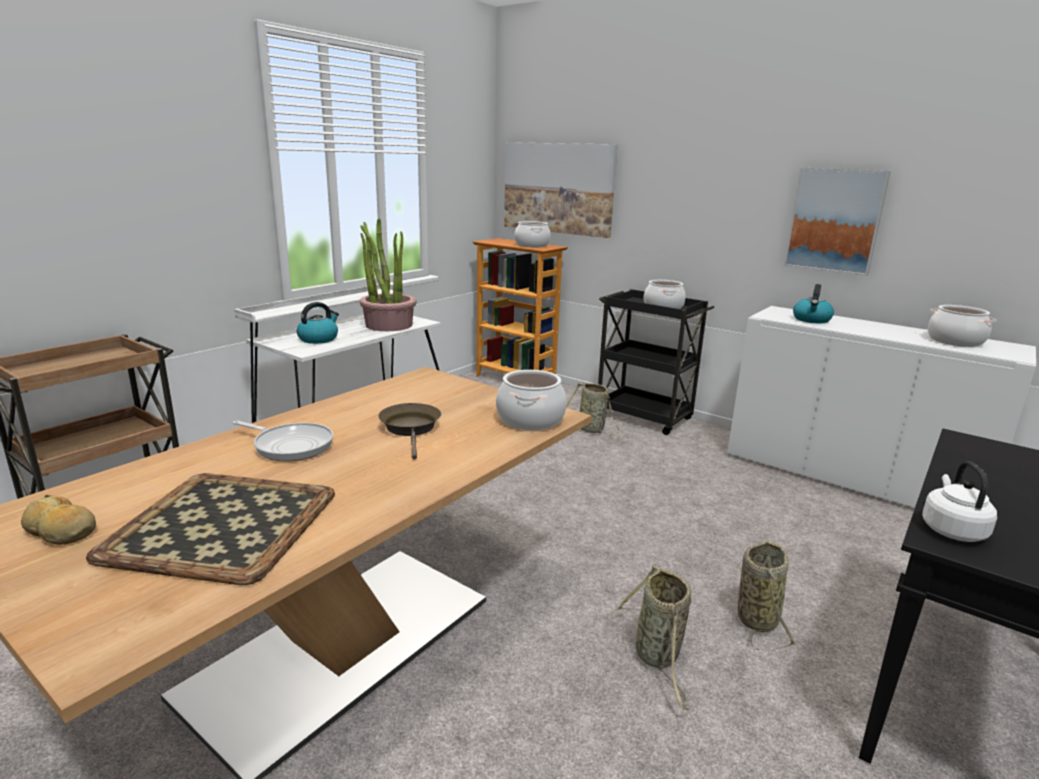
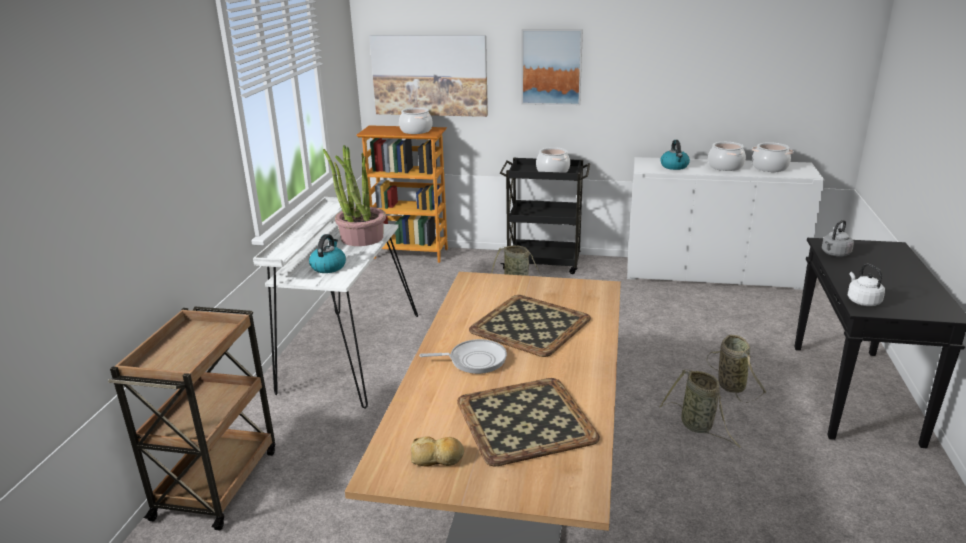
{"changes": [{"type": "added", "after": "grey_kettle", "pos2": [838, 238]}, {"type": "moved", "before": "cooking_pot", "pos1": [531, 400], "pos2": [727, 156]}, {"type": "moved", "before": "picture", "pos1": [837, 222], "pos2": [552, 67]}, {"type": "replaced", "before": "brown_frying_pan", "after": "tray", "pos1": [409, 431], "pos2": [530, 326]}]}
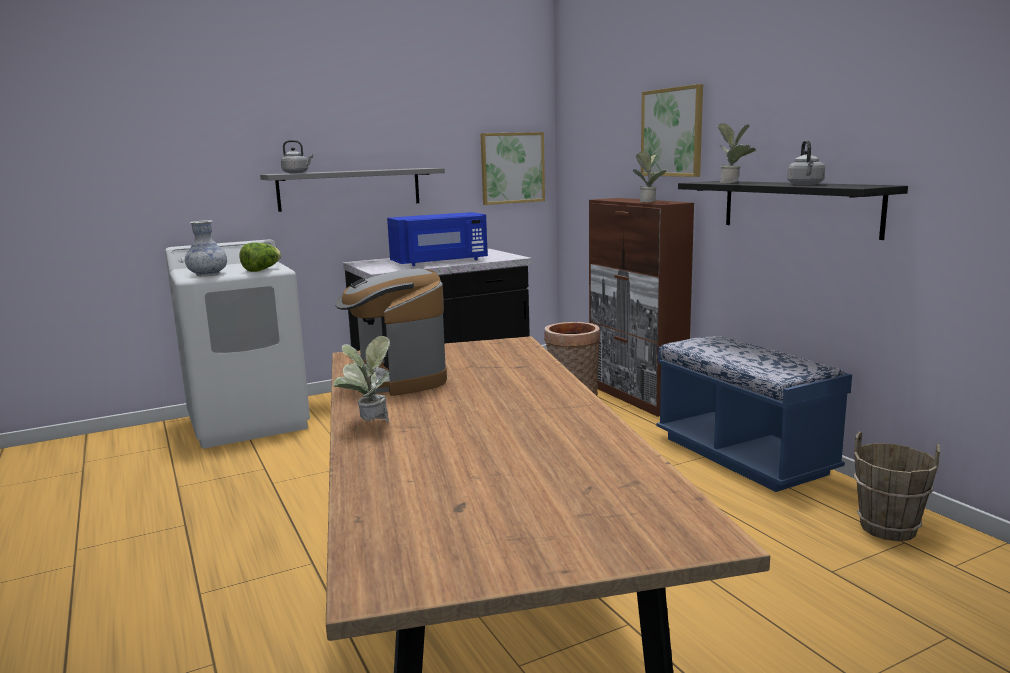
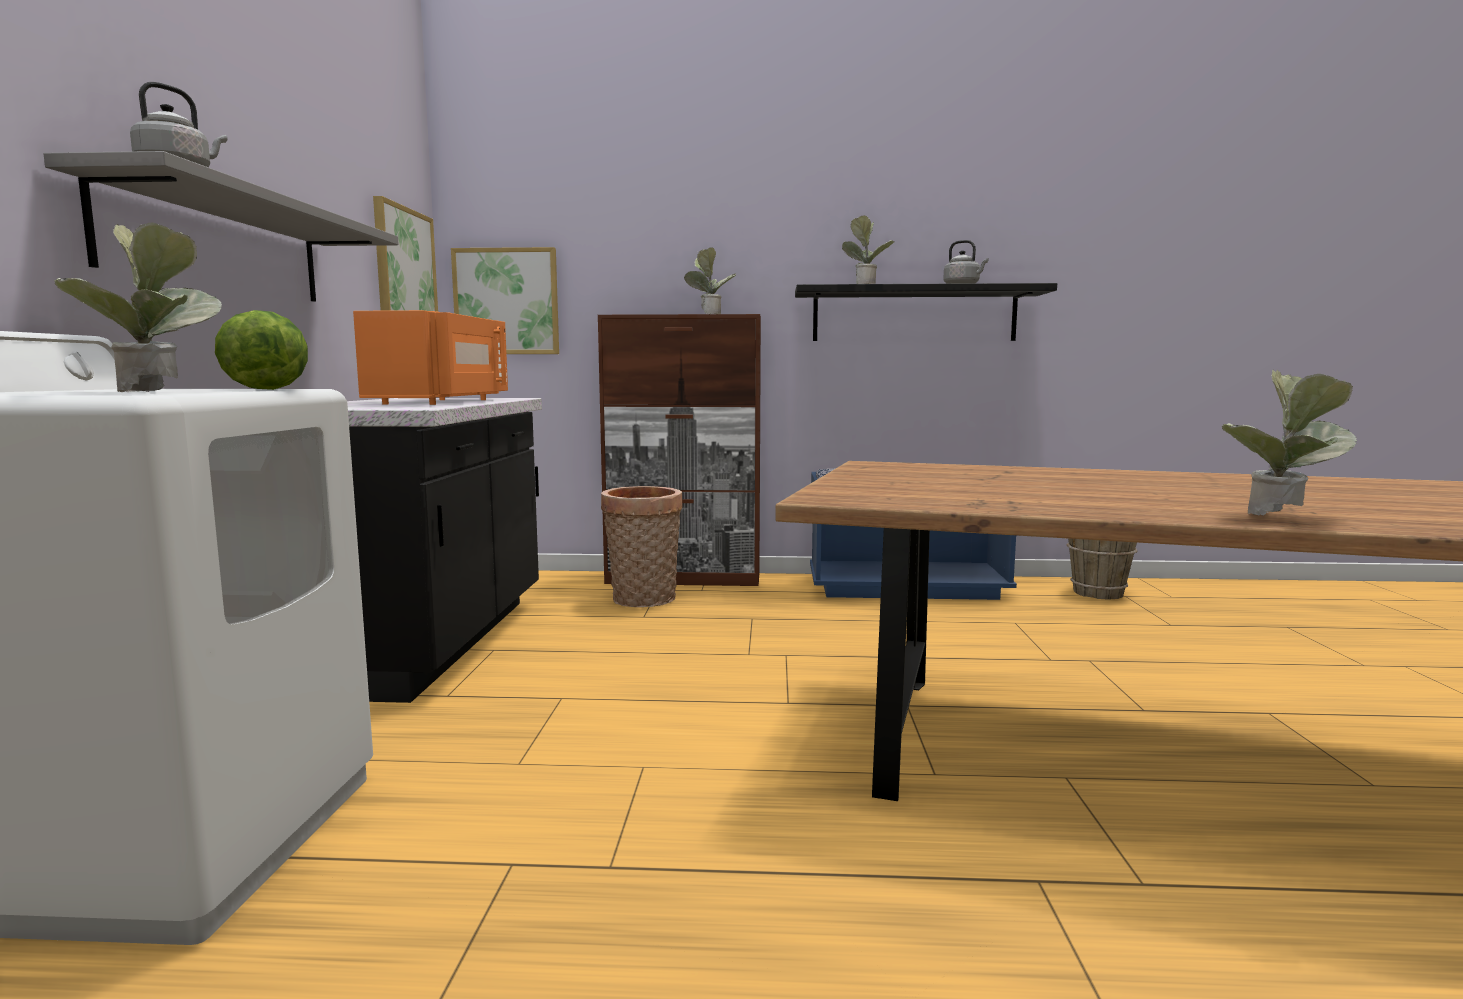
{"changes": [{"type": "removed", "before": "coffee_machine", "pos1": [391, 332]}, {"type": "moved", "before": "picture", "pos1": [672, 130], "pos2": [505, 300]}, {"type": "replaced", "before": "vase", "after": "potted_plant", "pos1": [206, 248], "pos2": [138, 307]}, {"type": "recoloured", "before": "blue_microwave", "after": "orange_microwave", "pos1": [437, 239], "pos2": [430, 357]}]}
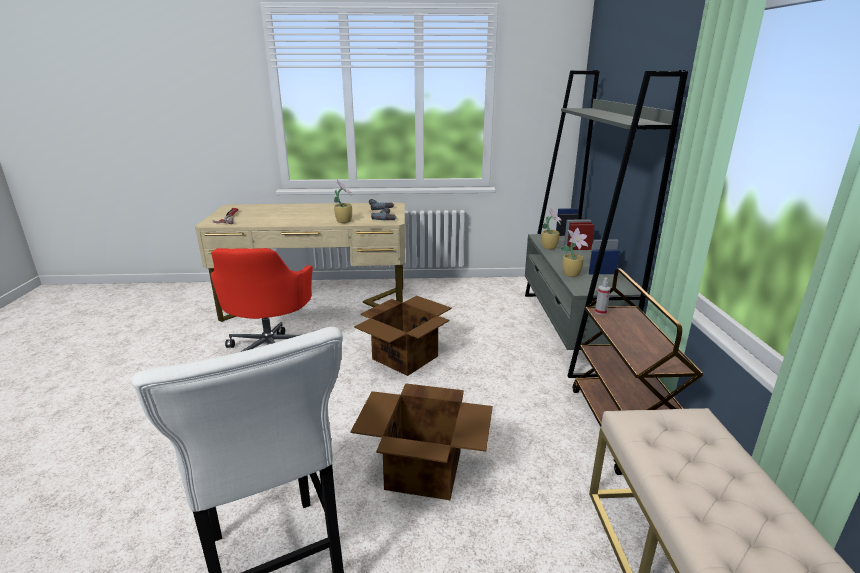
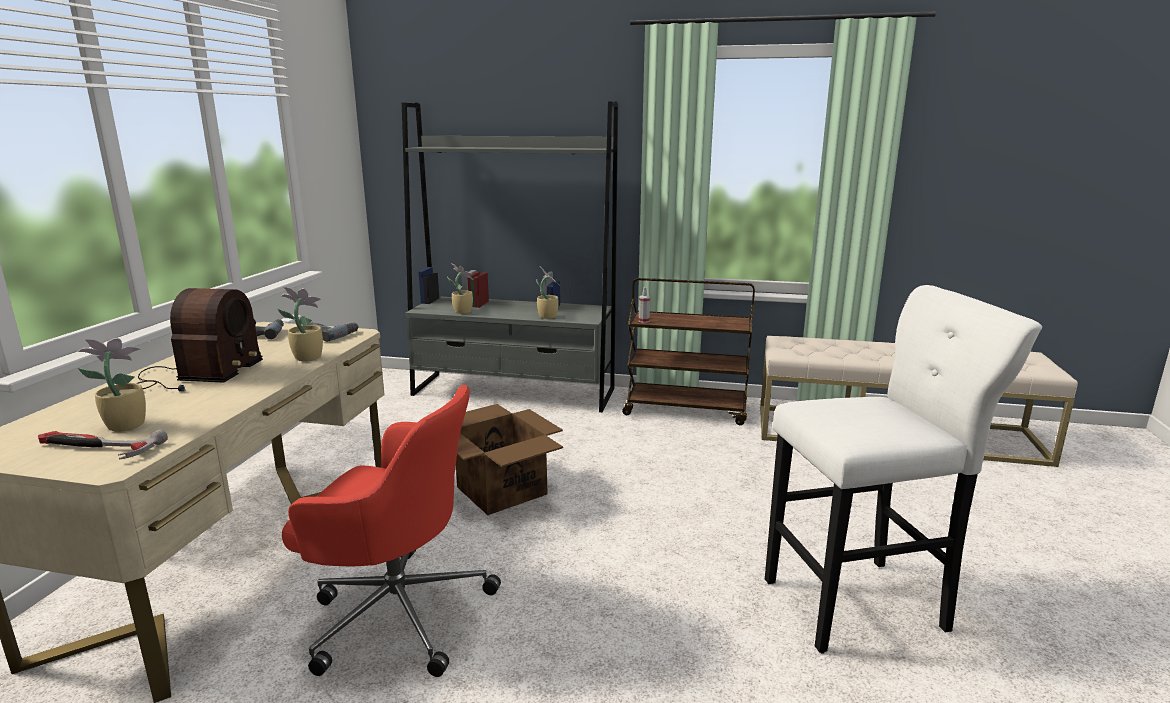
{"changes": [{"type": "removed", "before": "cardboard_box", "pos1": [421, 441]}, {"type": "added", "after": "potted_plant", "pos2": [111, 384]}, {"type": "added", "after": "radio", "pos2": [200, 340]}]}
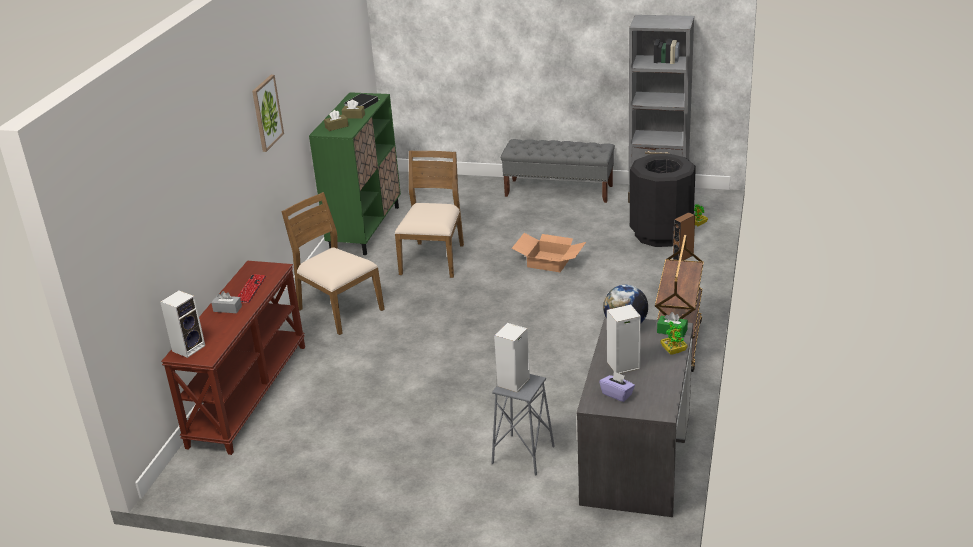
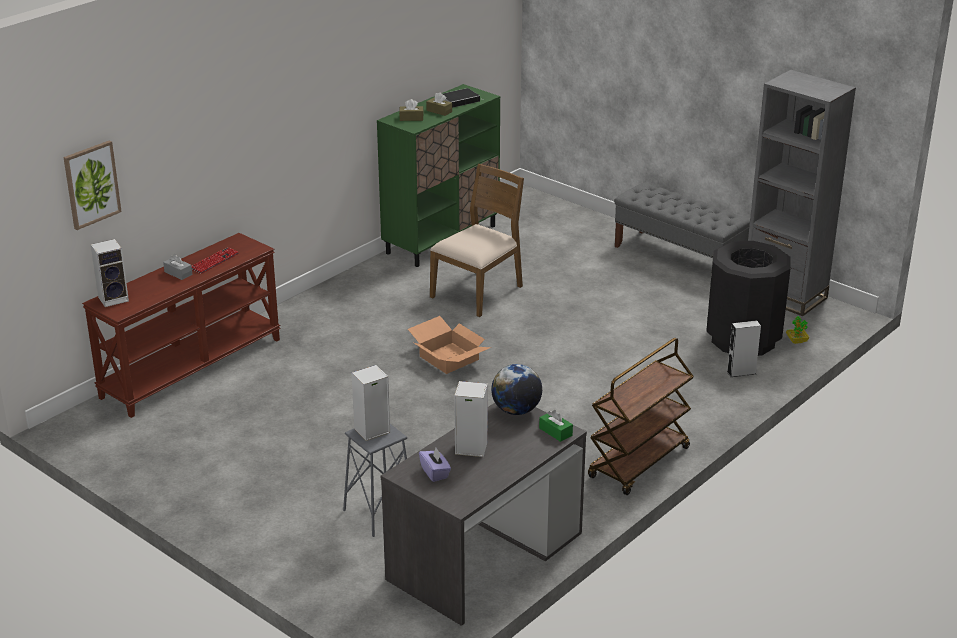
{"changes": [{"type": "removed", "before": "brown_chair", "pos1": [333, 263]}, {"type": "removed", "before": "potted_plant", "pos1": [674, 337]}, {"type": "moved", "before": "picture", "pos1": [268, 113], "pos2": [92, 185]}, {"type": "moved", "before": "cardboard_box", "pos1": [549, 252], "pos2": [449, 345]}, {"type": "recoloured", "before": "brown_speaker", "after": "grey_speaker", "pos1": [684, 236], "pos2": [744, 348]}]}
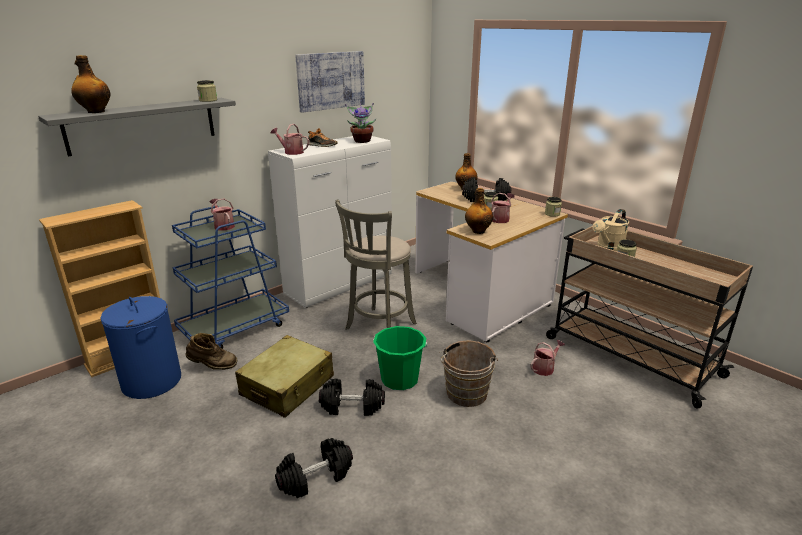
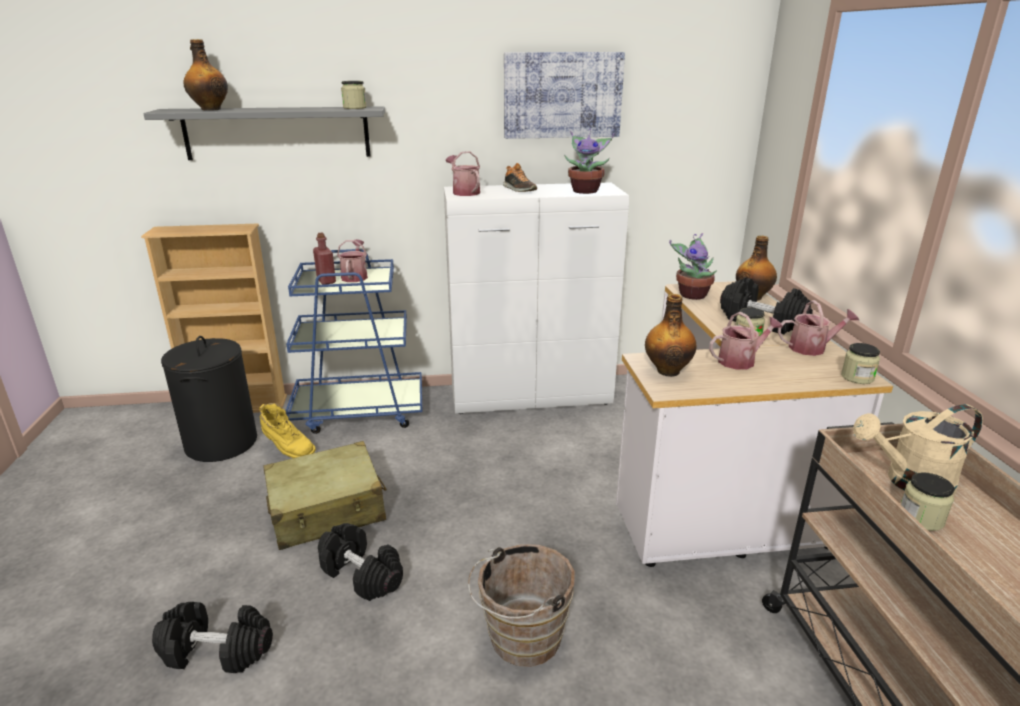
{"changes": [{"type": "removed", "before": "grey_stool", "pos1": [376, 264]}, {"type": "removed", "before": "green_bucket", "pos1": [400, 358]}, {"type": "added", "after": "red_bottle", "pos2": [324, 258]}, {"type": "added", "after": "potted_plant", "pos2": [693, 266]}, {"type": "moved", "before": "watering_can", "pos1": [547, 358], "pos2": [818, 328]}, {"type": "recoloured", "before": "blue_laundry_basket", "after": "black_laundry_basket", "pos1": [141, 347], "pos2": [209, 399]}, {"type": "recoloured", "before": "brown_boot", "after": "yellow_boot", "pos1": [211, 351], "pos2": [287, 430]}]}
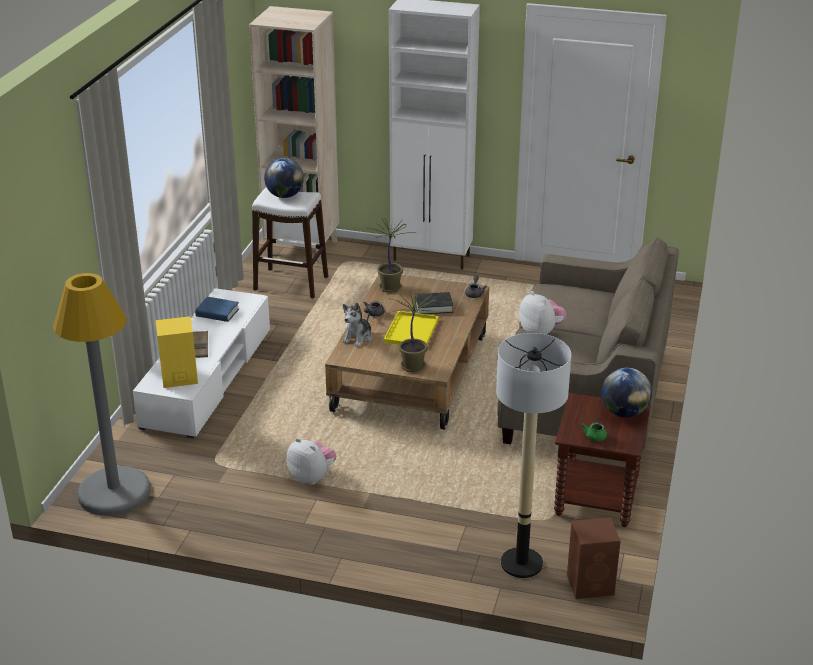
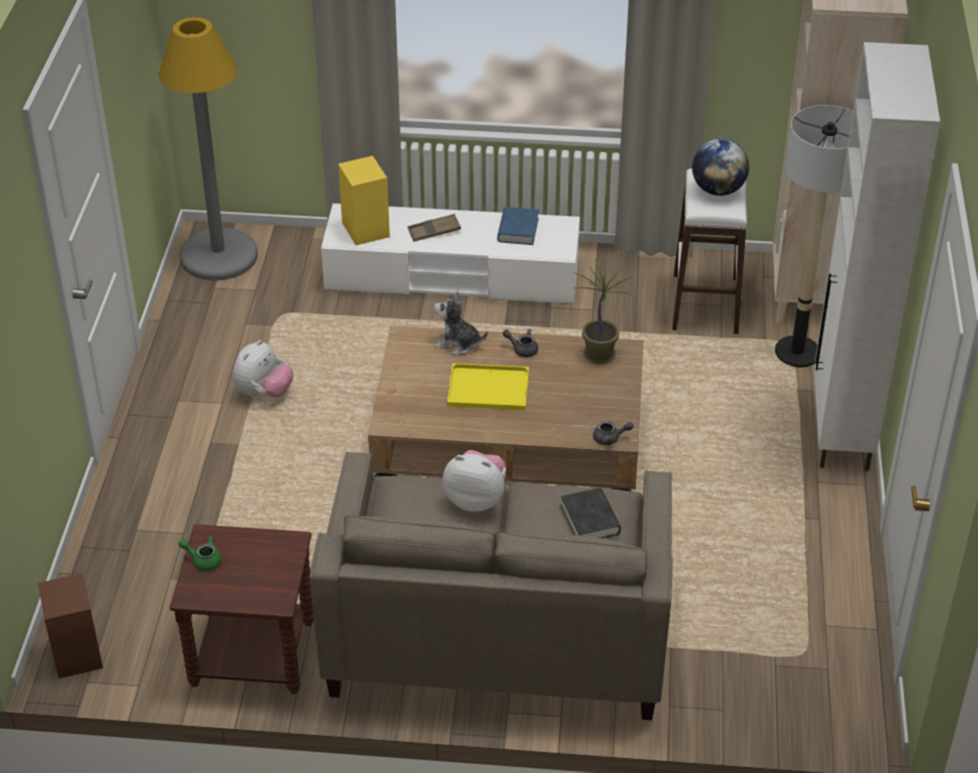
{"changes": [{"type": "removed", "before": "potted_plant", "pos1": [414, 331]}, {"type": "removed", "before": "globe", "pos1": [626, 392]}, {"type": "moved", "before": "black_book", "pos1": [434, 303], "pos2": [591, 513]}, {"type": "moved", "before": "floor_lamp", "pos1": [533, 455], "pos2": [814, 236]}, {"type": "turned", "before": "plush_toy", "pos1": [542, 312], "pos2": [474, 481], "turn": -120}]}
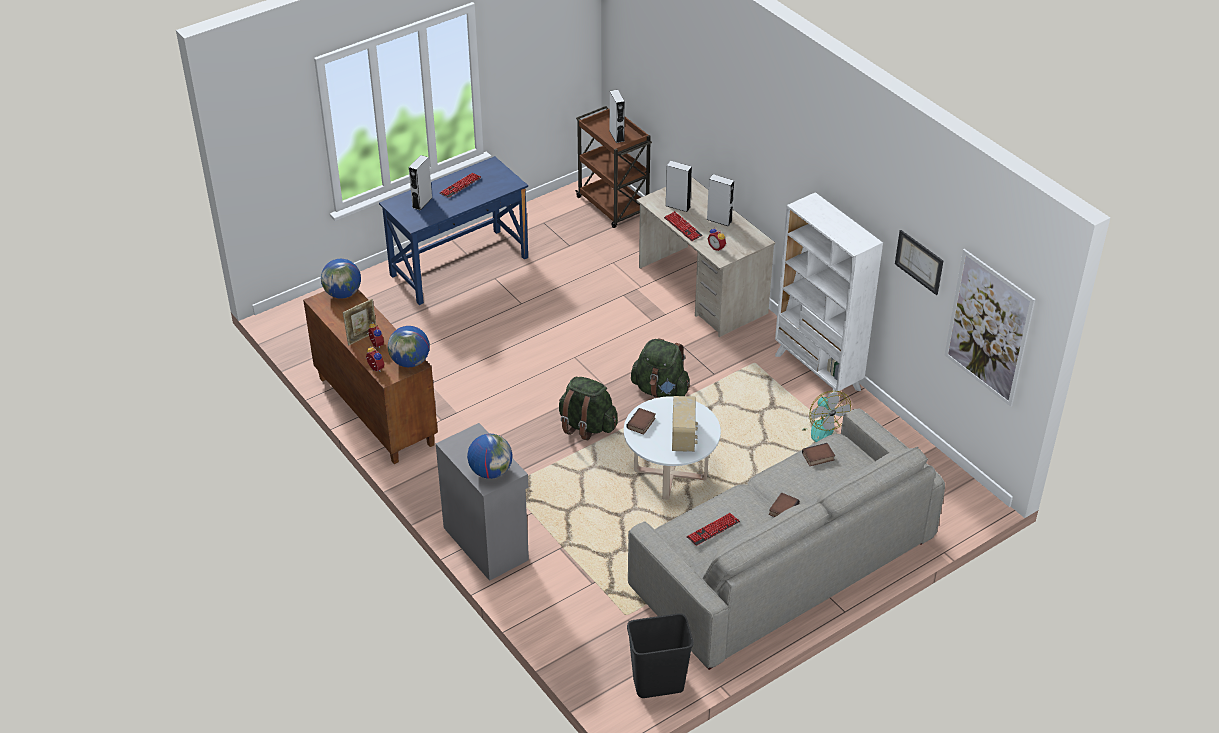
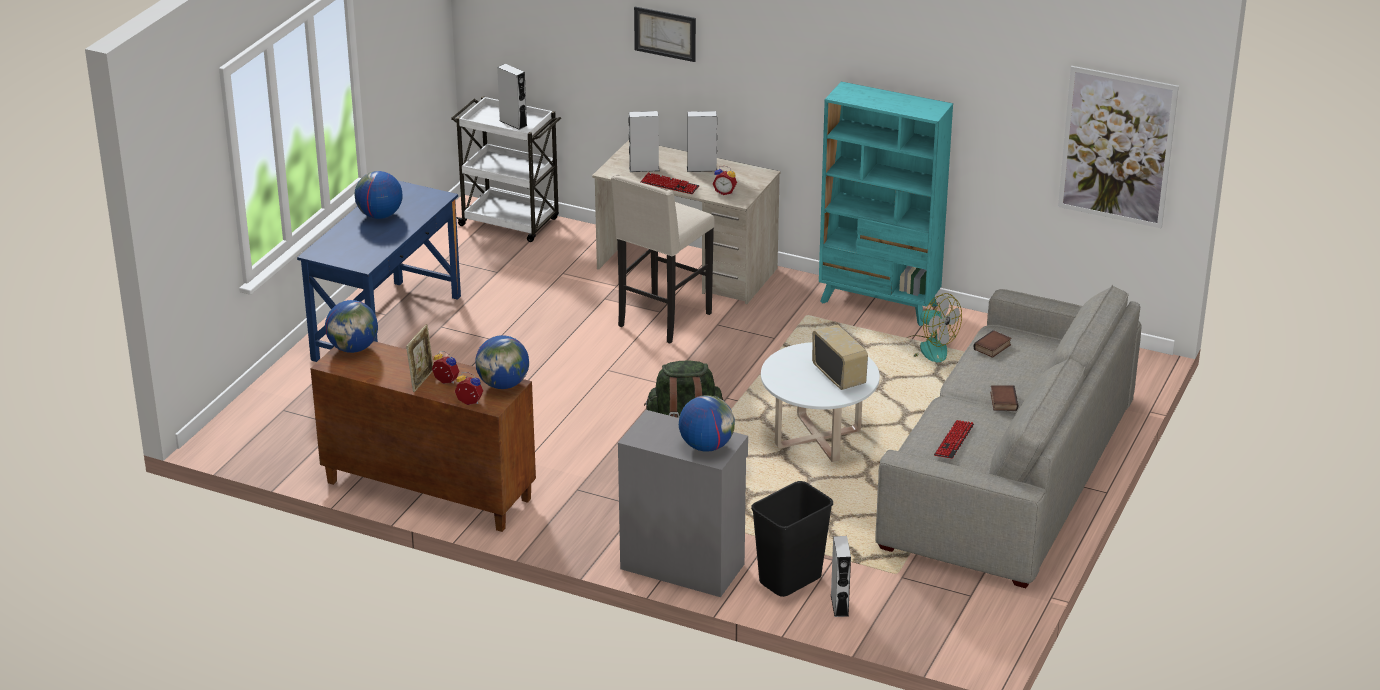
{"changes": [{"type": "removed", "before": "book", "pos1": [641, 421]}, {"type": "removed", "before": "green_backpack", "pos1": [660, 367]}, {"type": "added", "after": "beige_stool", "pos2": [663, 259]}, {"type": "moved", "before": "grey_speaker", "pos1": [420, 182], "pos2": [841, 576]}, {"type": "moved", "before": "black_trash_can", "pos1": [660, 655], "pos2": [792, 539]}, {"type": "moved", "before": "picture", "pos1": [919, 262], "pos2": [665, 34]}, {"type": "replaced", "before": "keyboard", "after": "globe", "pos1": [461, 185], "pos2": [379, 195]}, {"type": "recoloured", "before": "brown_cart", "after": "white_cart", "pos1": [613, 167], "pos2": [506, 169]}, {"type": "recoloured", "before": "white_bookcase", "after": "turquoise_bookcase", "pos1": [829, 292], "pos2": [886, 204]}]}
